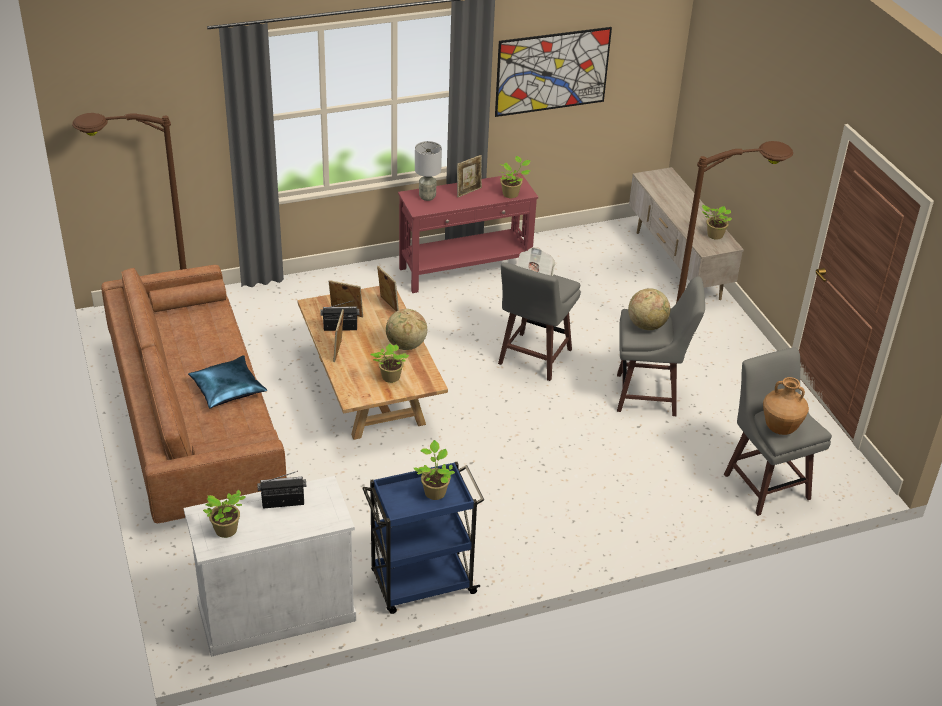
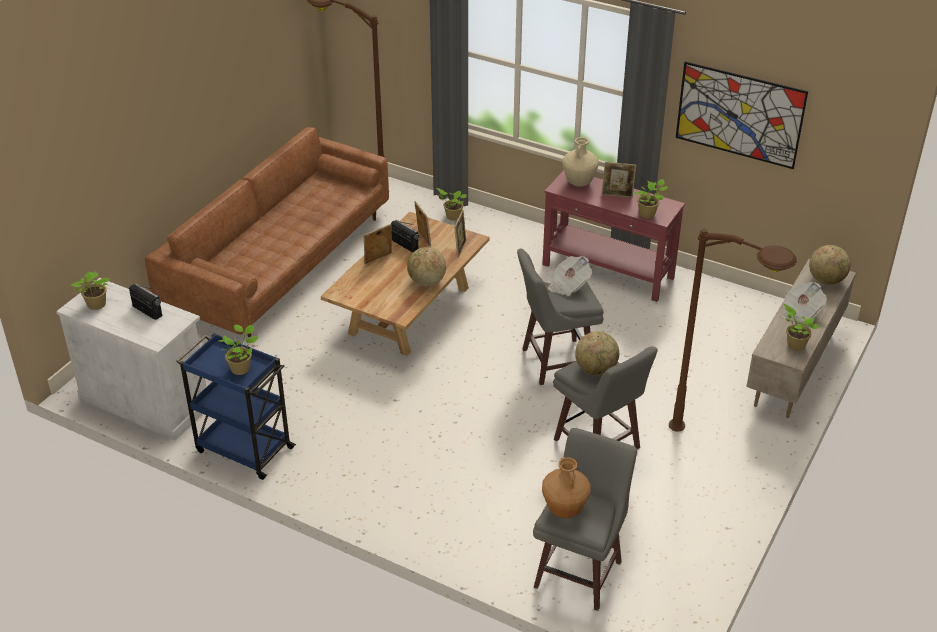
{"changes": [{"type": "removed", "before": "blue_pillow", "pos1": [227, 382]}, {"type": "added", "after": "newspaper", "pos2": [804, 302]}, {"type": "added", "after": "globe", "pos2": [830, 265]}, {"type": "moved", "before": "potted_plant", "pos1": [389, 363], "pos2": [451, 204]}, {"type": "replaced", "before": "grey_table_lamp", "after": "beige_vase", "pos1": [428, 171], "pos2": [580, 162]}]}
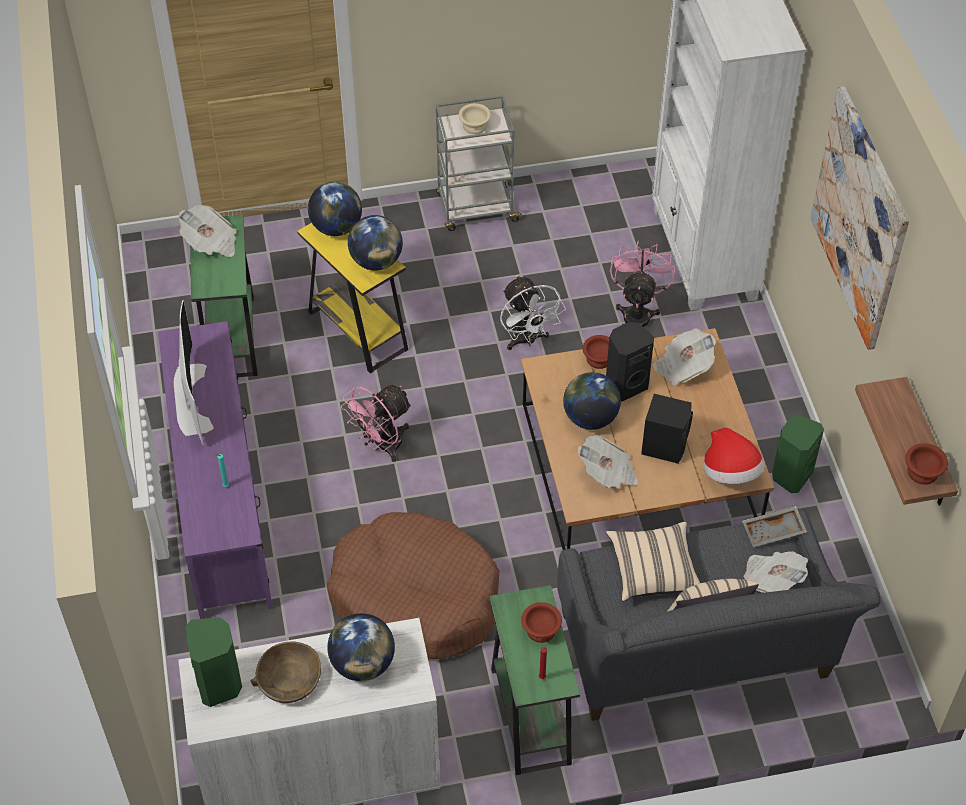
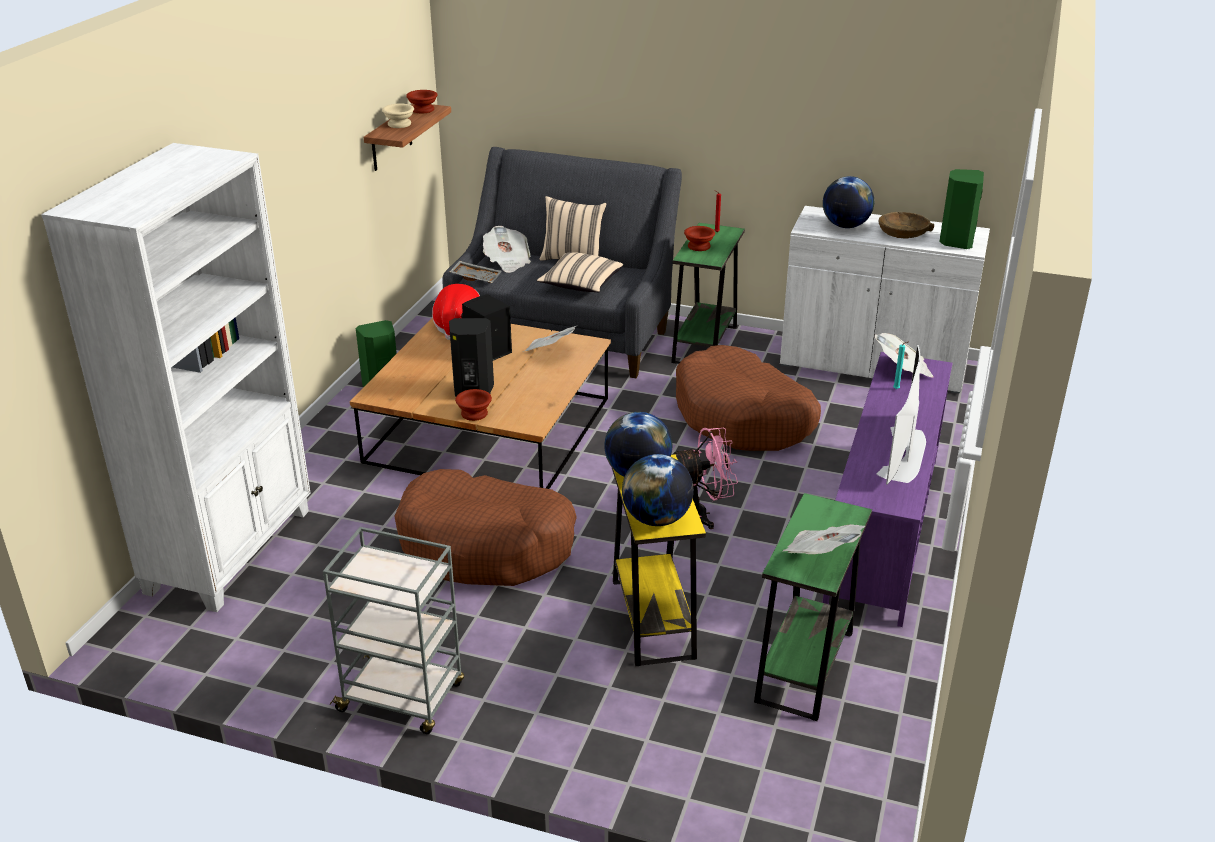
{"changes": [{"type": "removed", "before": "globe", "pos1": [592, 401]}, {"type": "removed", "before": "pink_fan", "pos1": [642, 284]}, {"type": "removed", "before": "picture", "pos1": [860, 218]}, {"type": "moved", "before": "beige_bowl", "pos1": [475, 118], "pos2": [398, 116]}, {"type": "moved", "before": "newspaper", "pos1": [684, 357], "pos2": [904, 355]}, {"type": "replaced", "before": "white_fan", "after": "brown_dog_bed", "pos1": [533, 312], "pos2": [486, 527]}]}
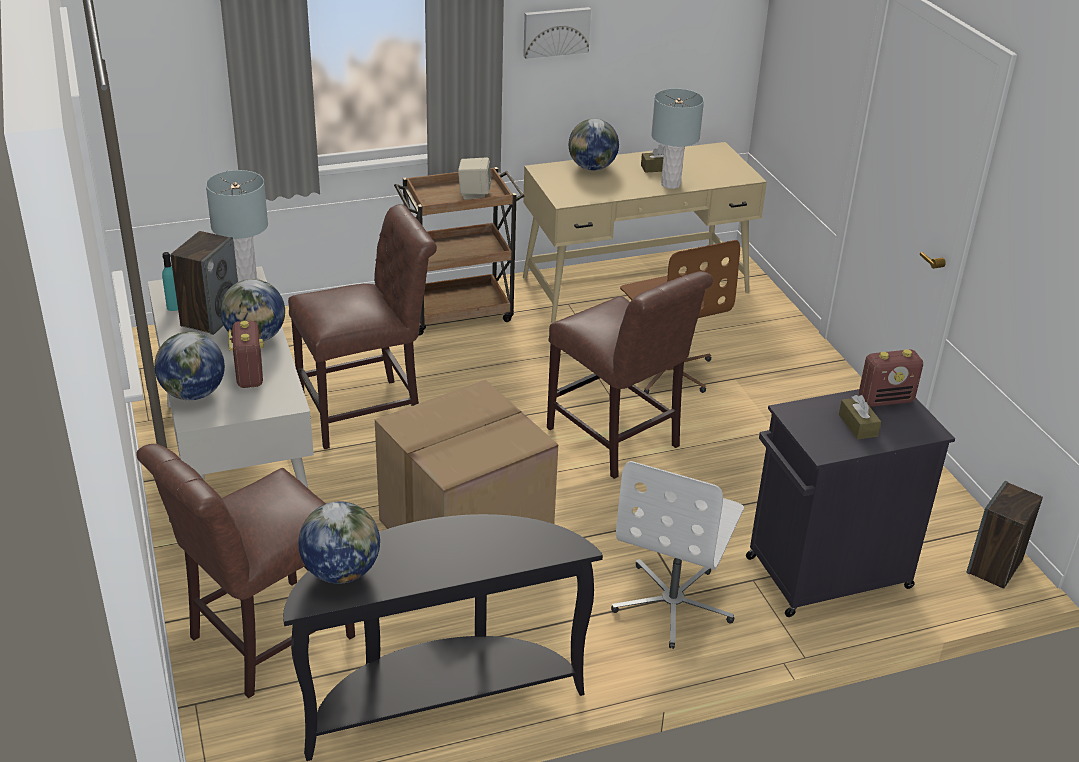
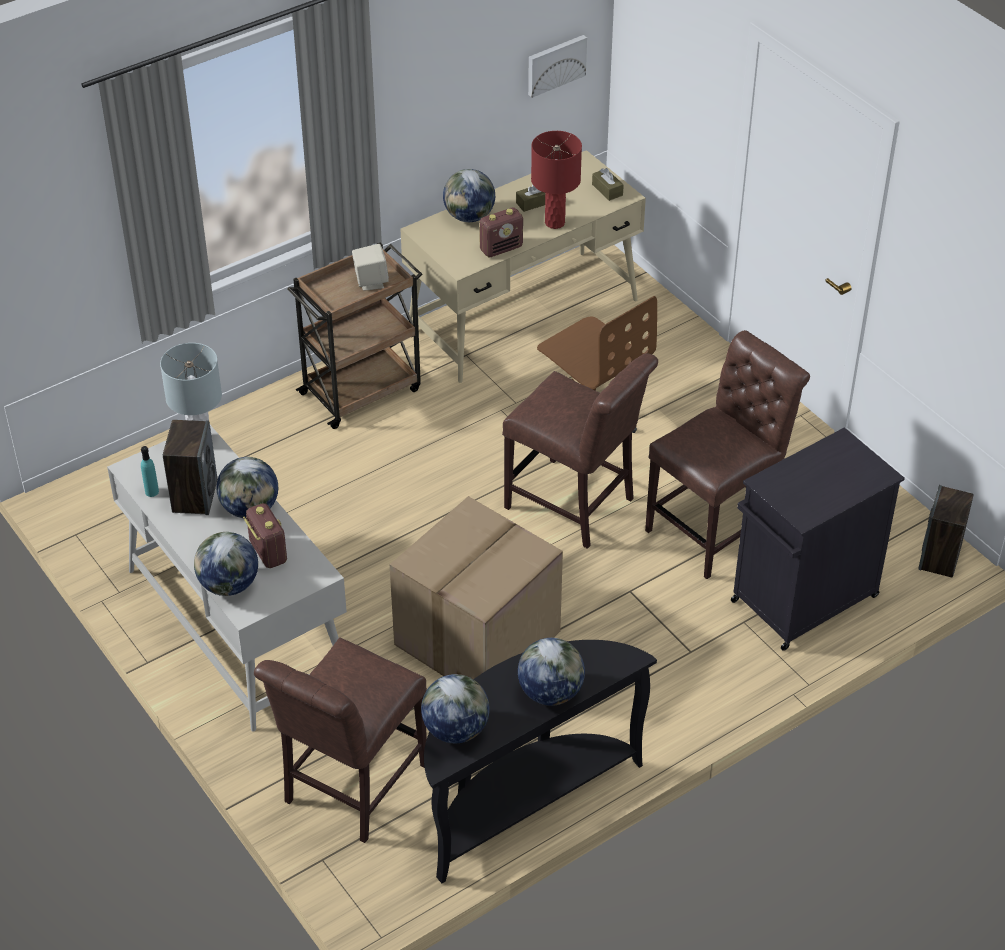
{"changes": [{"type": "removed", "before": "white_office_chair", "pos1": [677, 555]}, {"type": "added", "after": "globe", "pos2": [551, 672]}, {"type": "moved", "before": "brown_chair", "pos1": [362, 326], "pos2": [727, 454]}, {"type": "moved", "before": "picture", "pos1": [557, 33], "pos2": [557, 66]}, {"type": "moved", "before": "brown_tissue_box", "pos1": [860, 417], "pos2": [608, 184]}, {"type": "moved", "before": "radio", "pos1": [891, 378], "pos2": [501, 232]}, {"type": "recoloured", "before": "grey_table_lamp", "after": "red_table_lamp", "pos1": [677, 138], "pos2": [556, 180]}]}
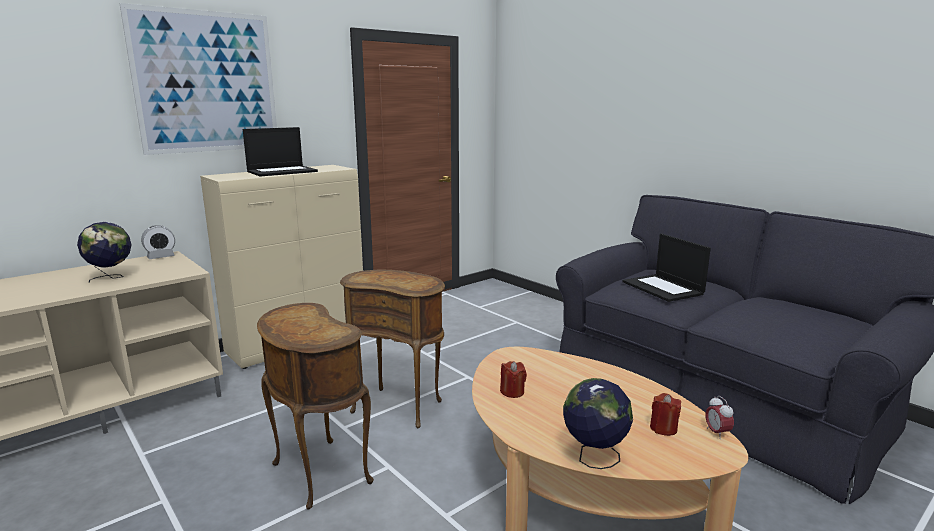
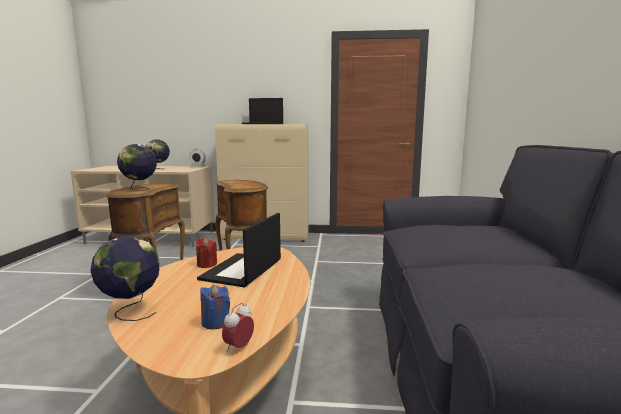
{"changes": [{"type": "removed", "before": "picture", "pos1": [198, 79]}, {"type": "added", "after": "globe", "pos2": [137, 167]}, {"type": "moved", "before": "laptop", "pos1": [666, 268], "pos2": [239, 250]}, {"type": "recoloured", "before": "red_candle", "after": "blue_candle", "pos1": [665, 414], "pos2": [215, 307]}]}
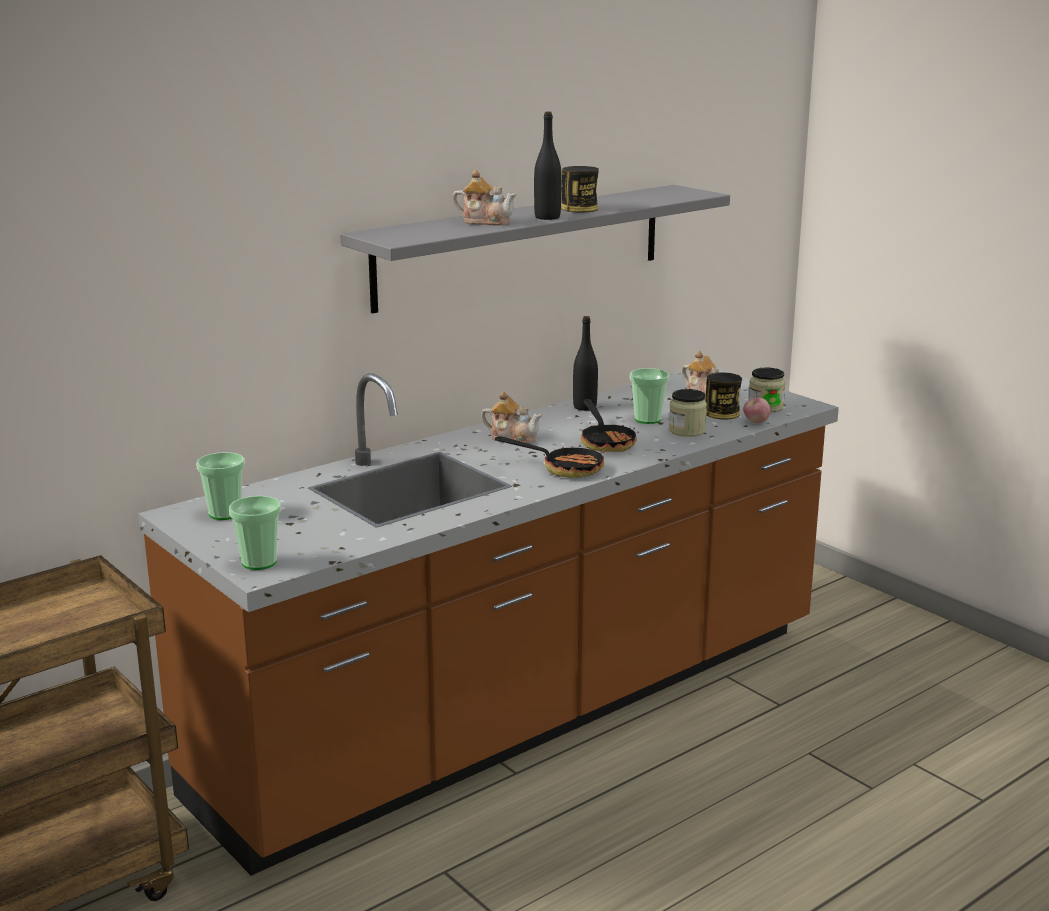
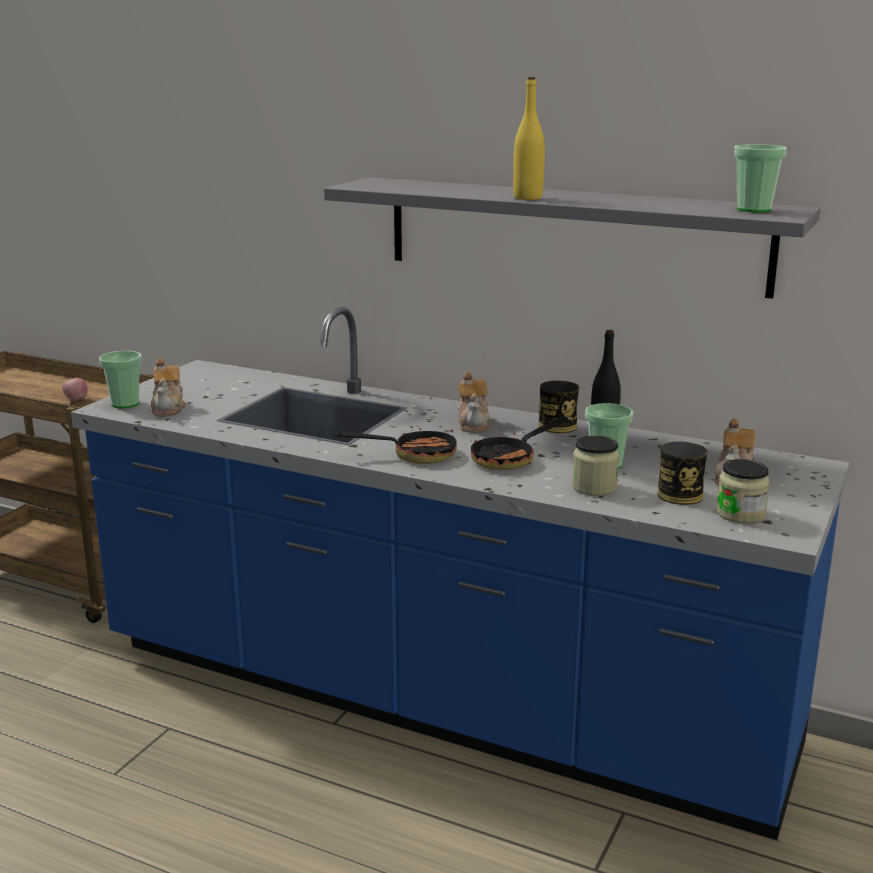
{"changes": [{"type": "moved", "before": "cup", "pos1": [220, 486], "pos2": [760, 178]}, {"type": "moved", "before": "teapot", "pos1": [484, 198], "pos2": [168, 387]}, {"type": "moved", "before": "can", "pos1": [580, 189], "pos2": [559, 407]}, {"type": "moved", "before": "apple", "pos1": [756, 410], "pos2": [75, 389]}, {"type": "recoloured", "before": "brown_counter", "after": "blue_counter", "pos1": [488, 623], "pos2": [460, 573]}, {"type": "recoloured", "before": "black_bottle", "after": "yellow_bottle", "pos1": [548, 165], "pos2": [529, 138]}, {"type": "turned", "before": "frying_pan", "pos1": [549, 457], "pos2": [396, 443], "turn": -90}]}
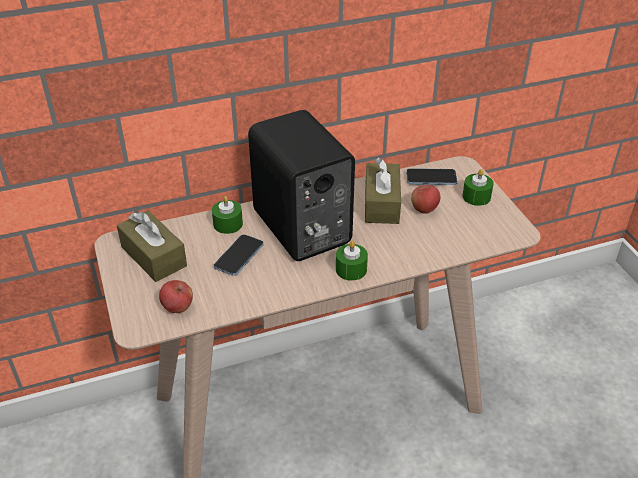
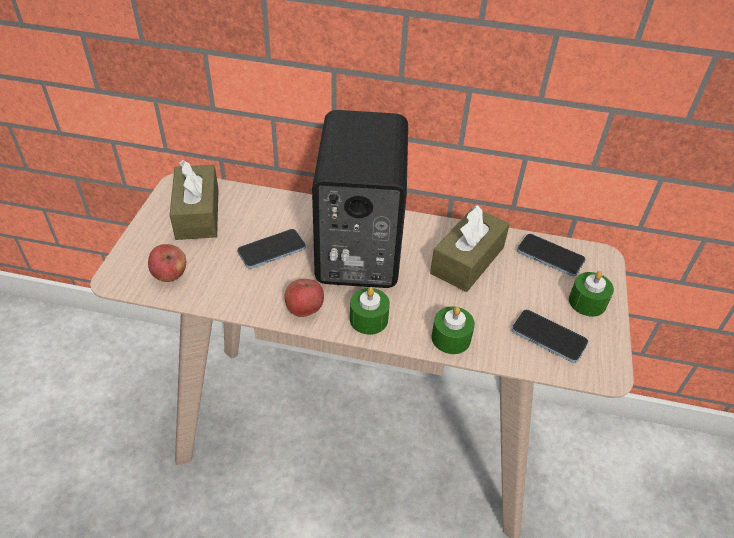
{"changes": [{"type": "added", "after": "phone", "pos2": [550, 336]}, {"type": "moved", "before": "green_candle", "pos1": [227, 215], "pos2": [453, 330]}, {"type": "moved", "before": "apple", "pos1": [425, 199], "pos2": [304, 298]}]}
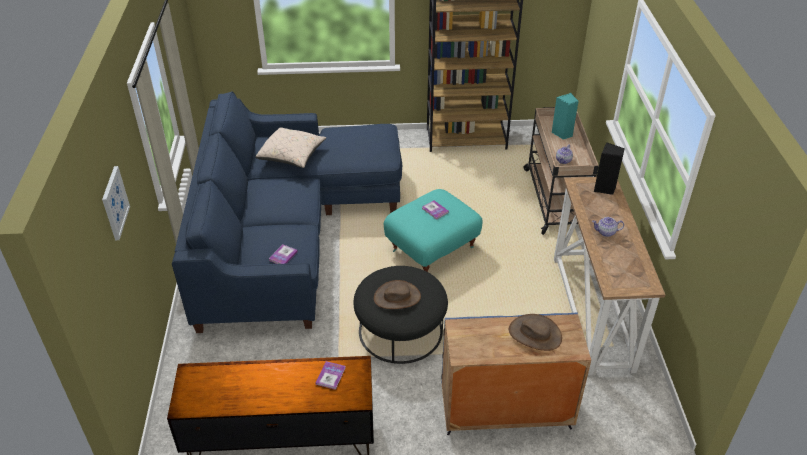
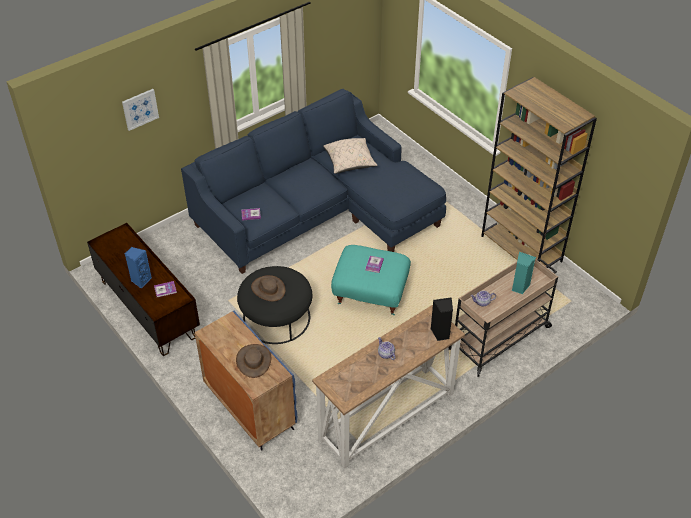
{"changes": [{"type": "added", "after": "blue_speaker", "pos2": [138, 268]}]}
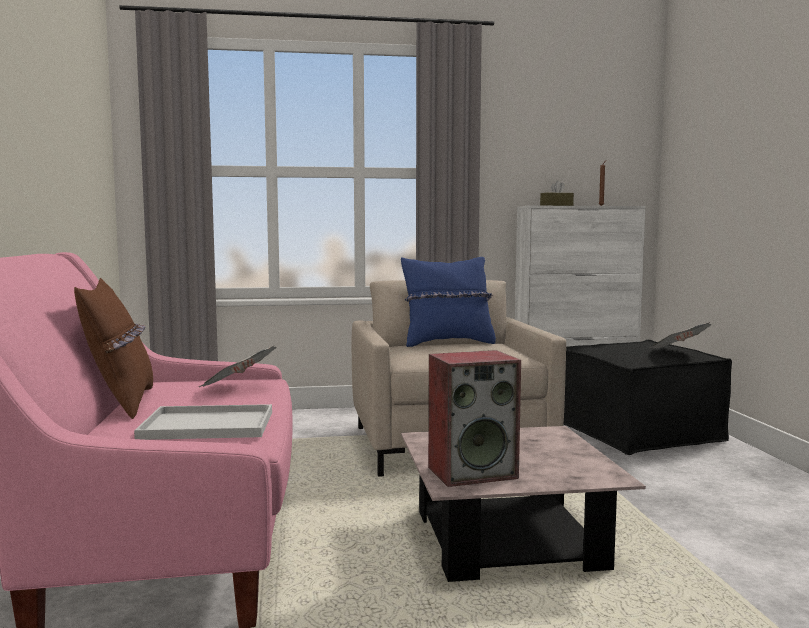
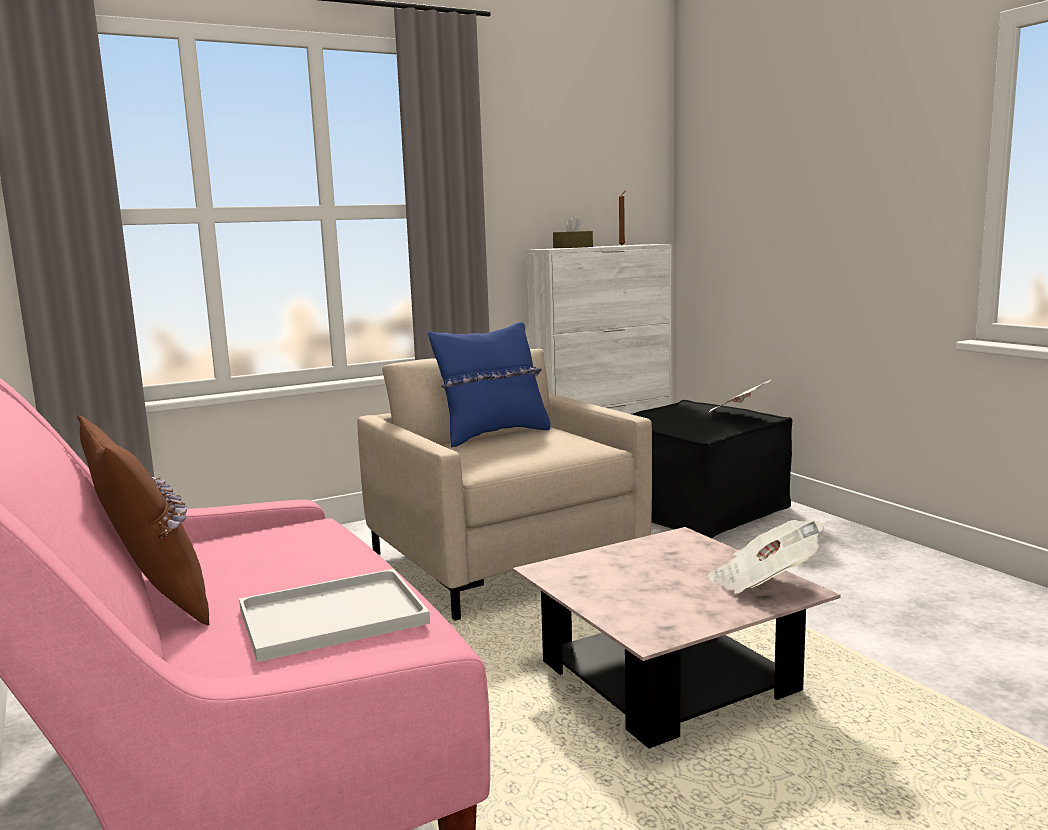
{"changes": [{"type": "removed", "before": "speaker", "pos1": [474, 418]}, {"type": "moved", "before": "newspaper", "pos1": [237, 366], "pos2": [765, 557]}]}
